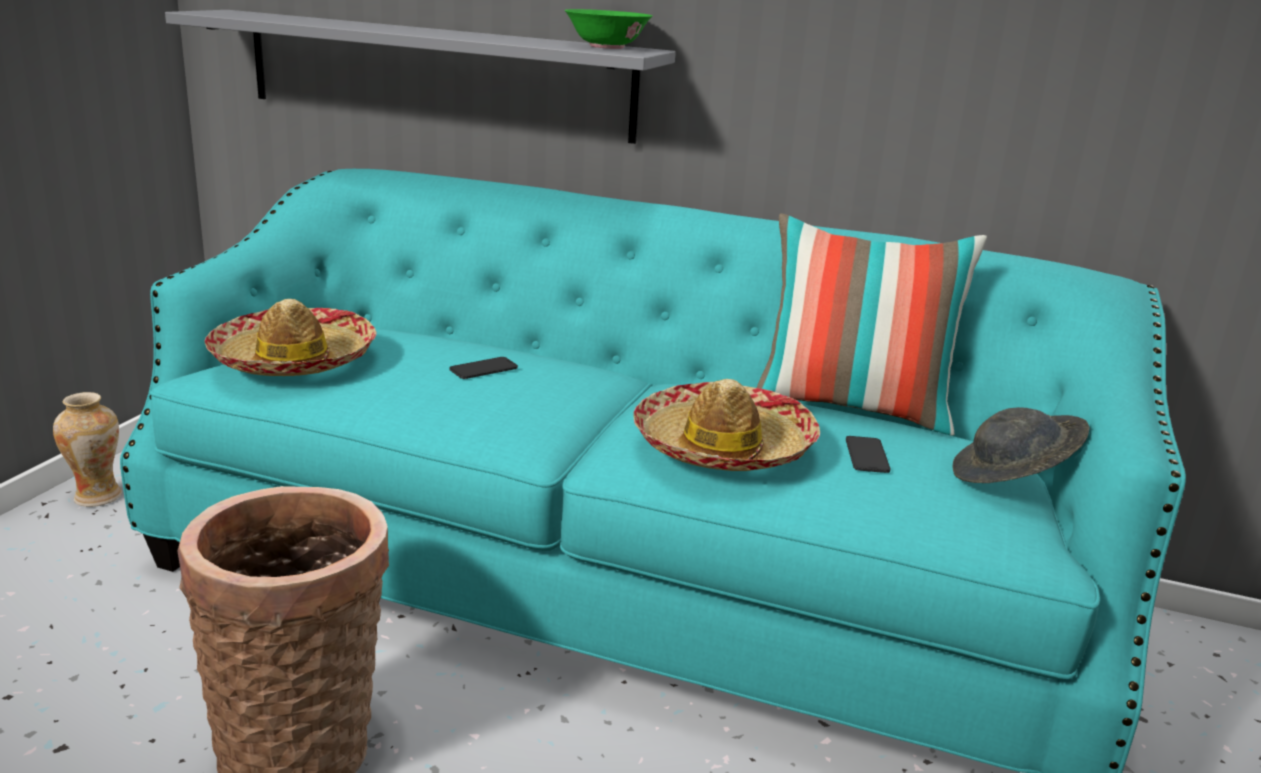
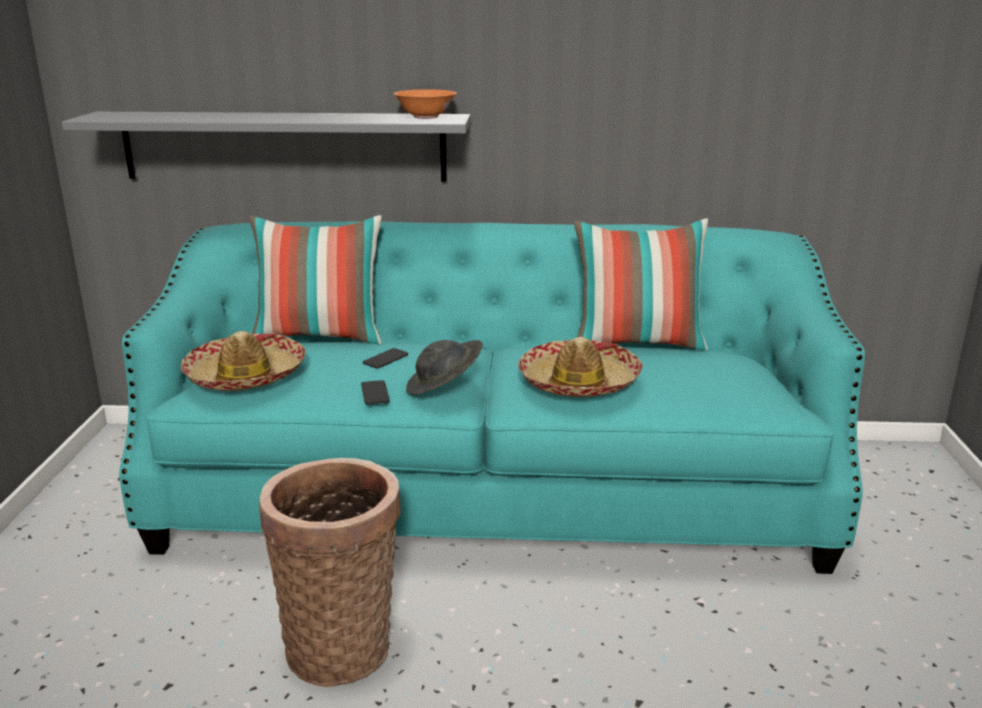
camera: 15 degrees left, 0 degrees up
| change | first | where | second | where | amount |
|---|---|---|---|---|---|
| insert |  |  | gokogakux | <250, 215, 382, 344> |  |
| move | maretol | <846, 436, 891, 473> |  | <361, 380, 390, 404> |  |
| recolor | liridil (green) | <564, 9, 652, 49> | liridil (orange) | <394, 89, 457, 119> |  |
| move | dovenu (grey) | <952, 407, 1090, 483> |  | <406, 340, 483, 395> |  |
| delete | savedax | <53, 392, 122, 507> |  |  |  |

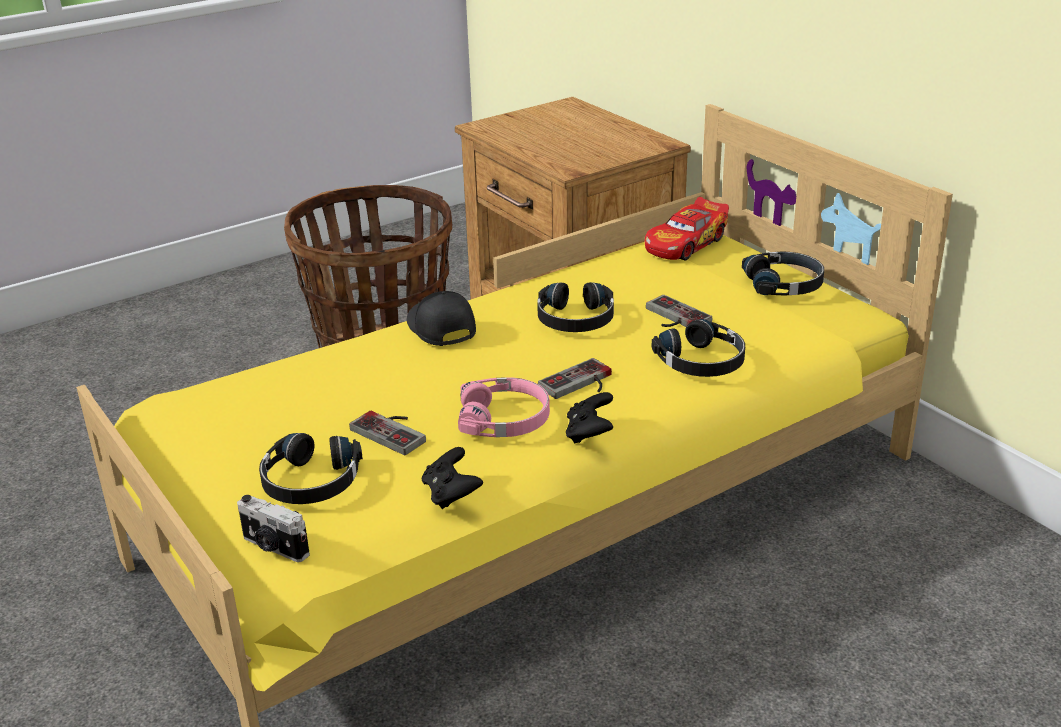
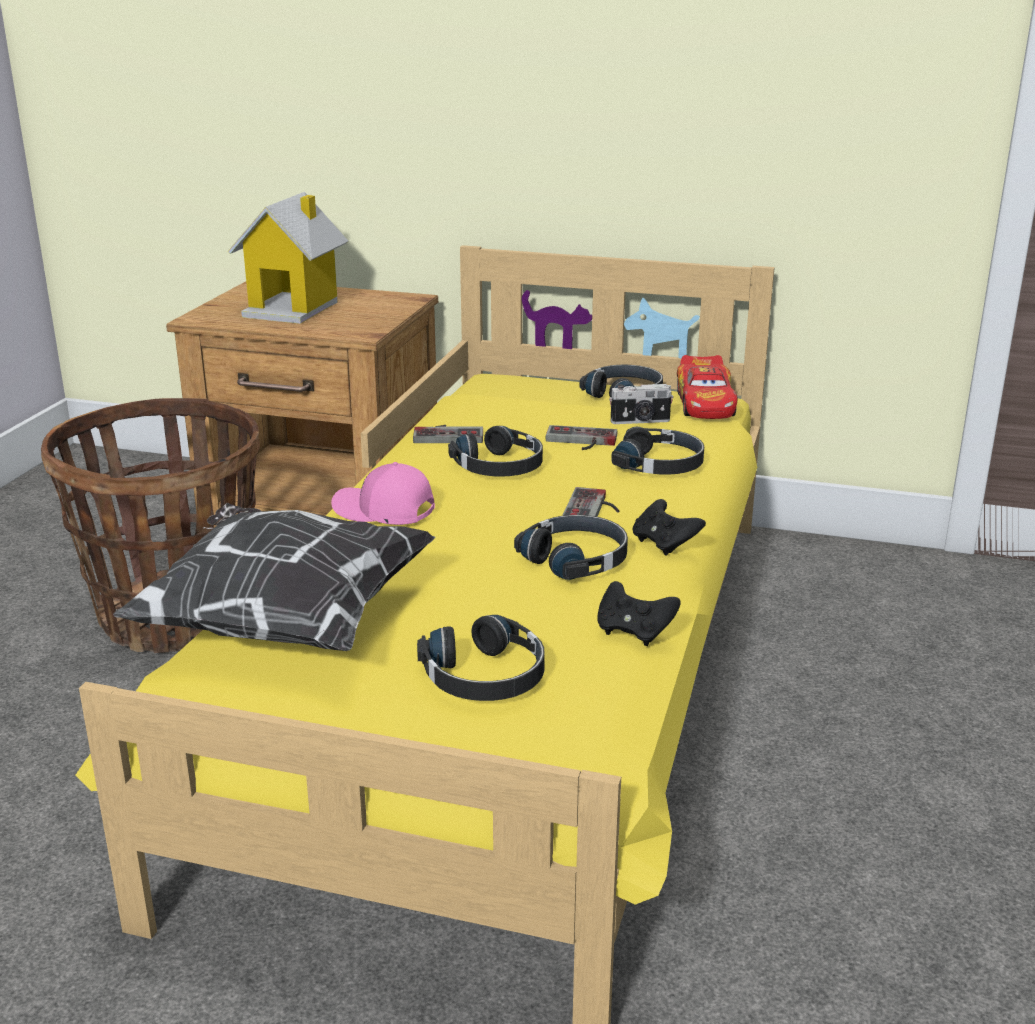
camera: 40 degrees left, 5 degrees down
| change | first | where | second | where | amount |
|---|---|---|---|---|---|
| insert |  |  | gokogakux | <113, 503, 435, 651> |  |
| insert |  |  | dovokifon | <228, 192, 348, 324> |  |
| recolor | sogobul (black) | <407, 291, 476, 346> | sogobul (pink) | <331, 462, 435, 525> |  |
| move | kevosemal | <349, 411, 426, 455> |  | <413, 425, 483, 443> |  |
| recolor | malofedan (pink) | <458, 377, 550, 437> | malofedan (black) | <514, 515, 628, 580> |  |
| move | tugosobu | <237, 495, 310, 562> |  | <609, 384, 673, 424> |  |
| move | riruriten | <645, 197, 729, 260> |  | <677, 355, 737, 419> |  |

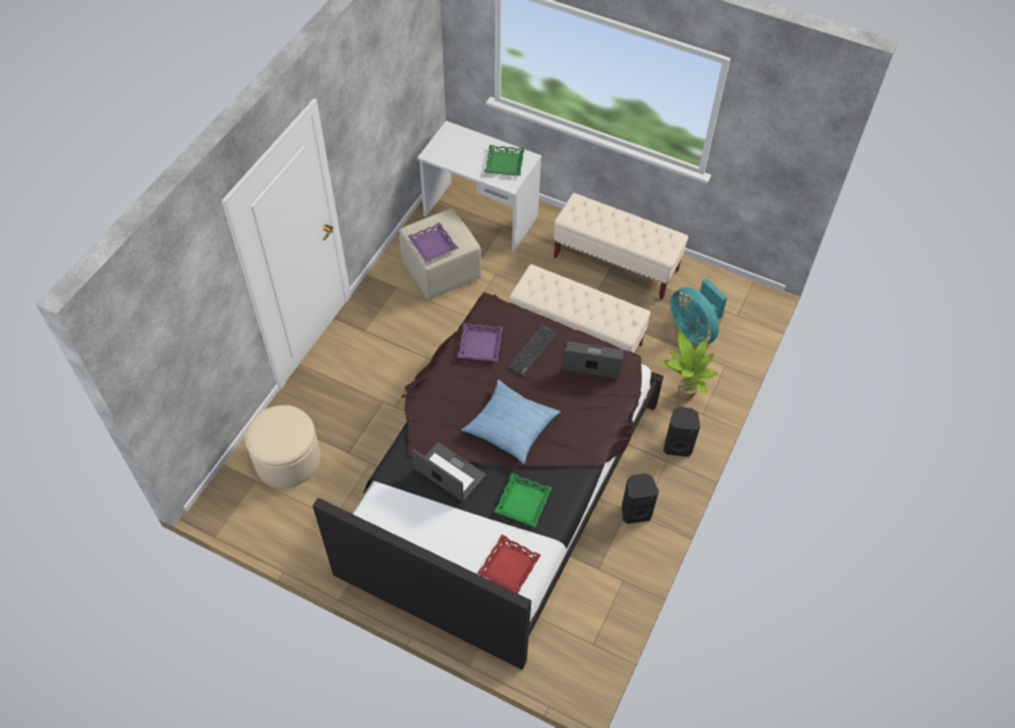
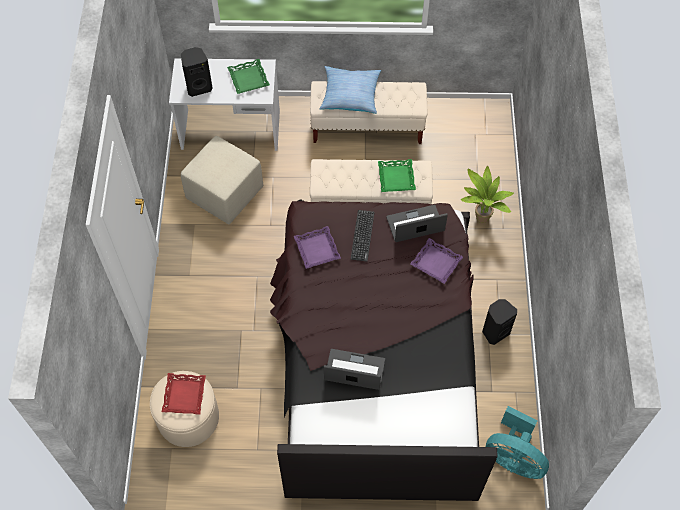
camera: 25 degrees left, 5 degrees up
| change | first | where | second | where | amount |
|---|---|---|---|---|---|
| move | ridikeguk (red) | <477, 534, 541, 594> |  | <162, 373, 206, 415> |  |
| move | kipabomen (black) | <663, 407, 700, 457> |  | <181, 47, 213, 97> |  |
| move | gokogakux | <462, 380, 561, 464> |  | <320, 66, 381, 114> |  |
| move | ridikeguk (green) | <494, 473, 552, 527> |  | <378, 159, 416, 192> |  |
| move | ridikeguk (purple) | <408, 222, 458, 262> |  | <410, 238, 463, 284> |  |
| move | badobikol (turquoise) | <670, 278, 727, 345> |  | <486, 406, 549, 479> |  |

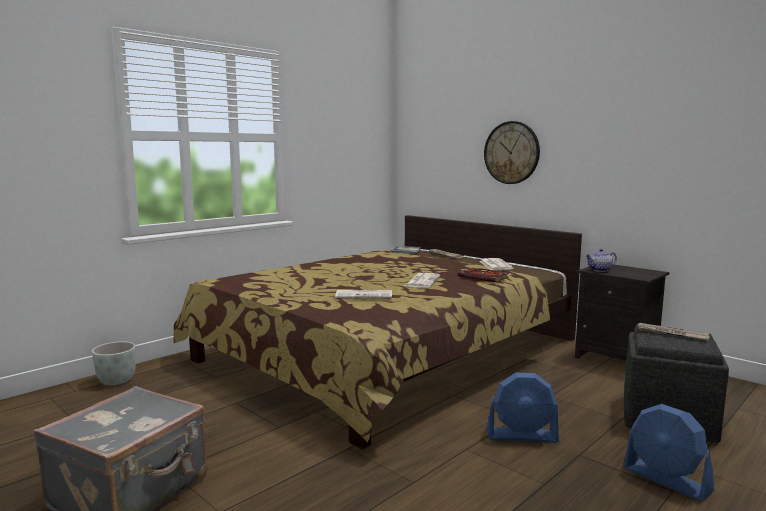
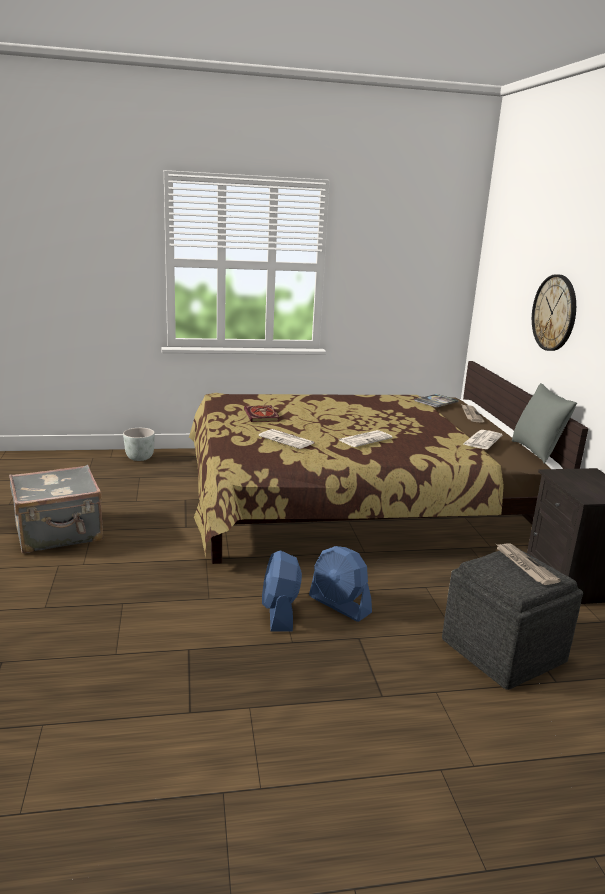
camera: 35 degrees right, 10 degrees up
| change | first | where | second | where | amount |
|---|---|---|---|---|---|
| move | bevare | <457, 268, 509, 282> |  | <244, 405, 279, 422> |  |
| move | badobikol (blue) | <623, 404, 714, 501> |  | <262, 550, 302, 631> |  |
| insert |  |  | gokogakux (grey) | <512, 383, 577, 464> |  |
| delete | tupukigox | <585, 249, 617, 272> |  |  |  |

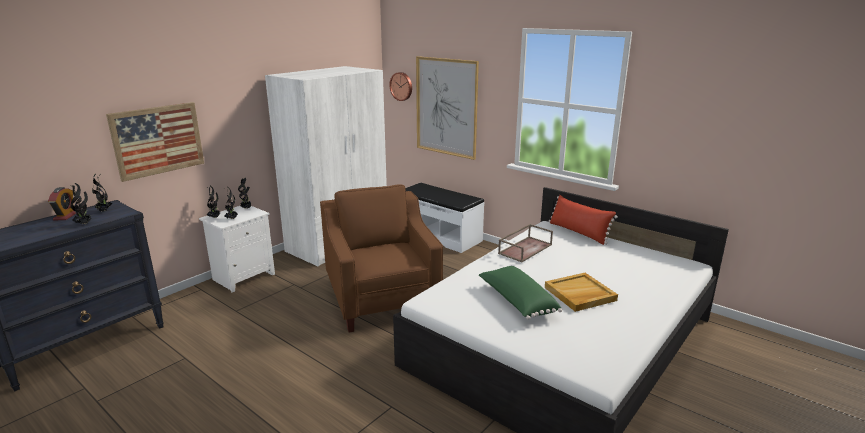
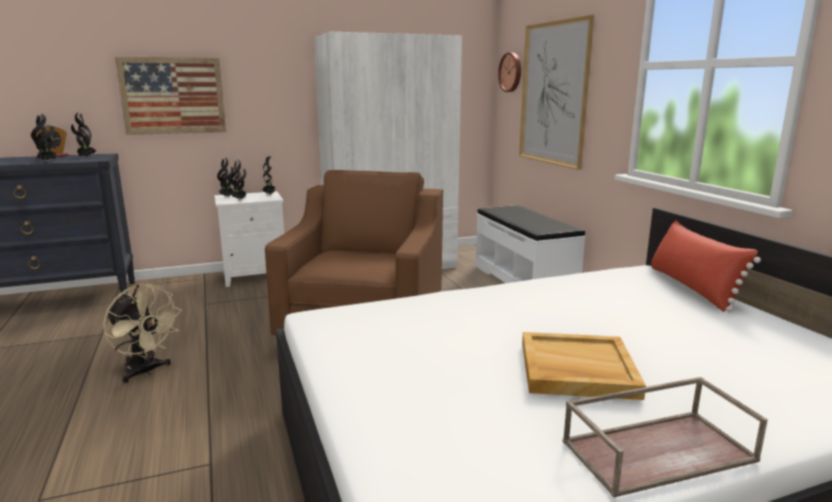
camera: 30 degrees right, 5 degrees down
| change | first | where | second | where | amount |
|---|---|---|---|---|---|
| insert |  |  | badobikol (beige) | <103, 284, 182, 383> |  |
| move | ridikeguk (brown) | <498, 224, 553, 262> |  | <563, 377, 768, 497> |  |
| delete | gokogakux (green) | <479, 266, 562, 320> |  |  |  |

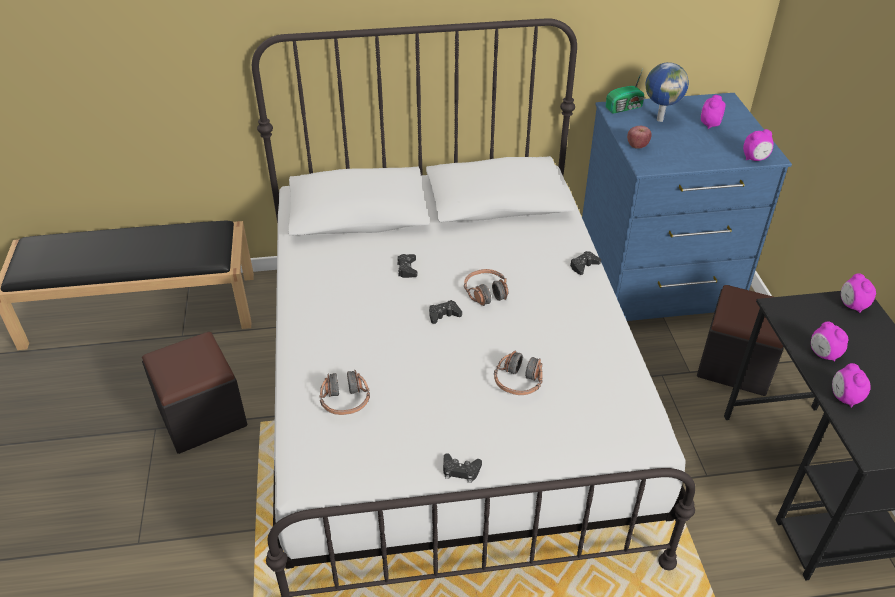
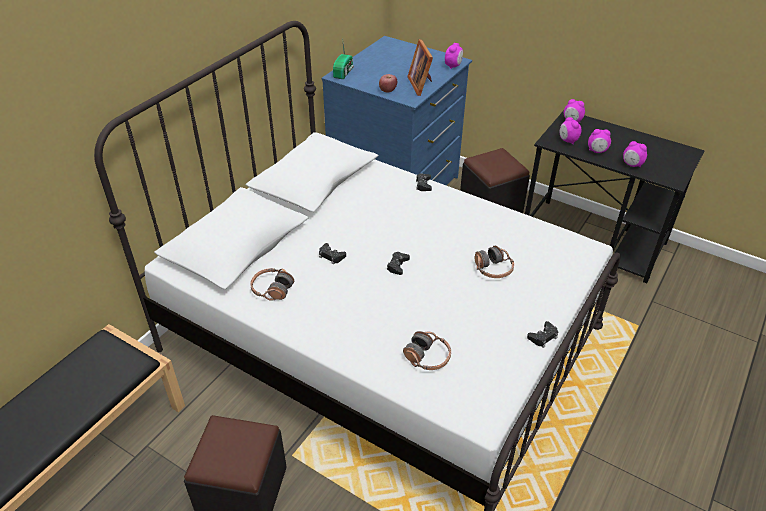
camera: 50 degrees left, 0 degrees up
| change | first | where | second | where | amount |
|---|---|---|---|---|---|
| move | malofedan | <464, 269, 508, 306> |  | <250, 268, 294, 301> |  |
| insert |  |  | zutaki | <407, 39, 433, 96> |  |
| move | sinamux | <701, 95, 725, 129> |  | <560, 117, 582, 144> |  |
| delete | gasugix | <645, 62, 689, 122> |  |  |  |

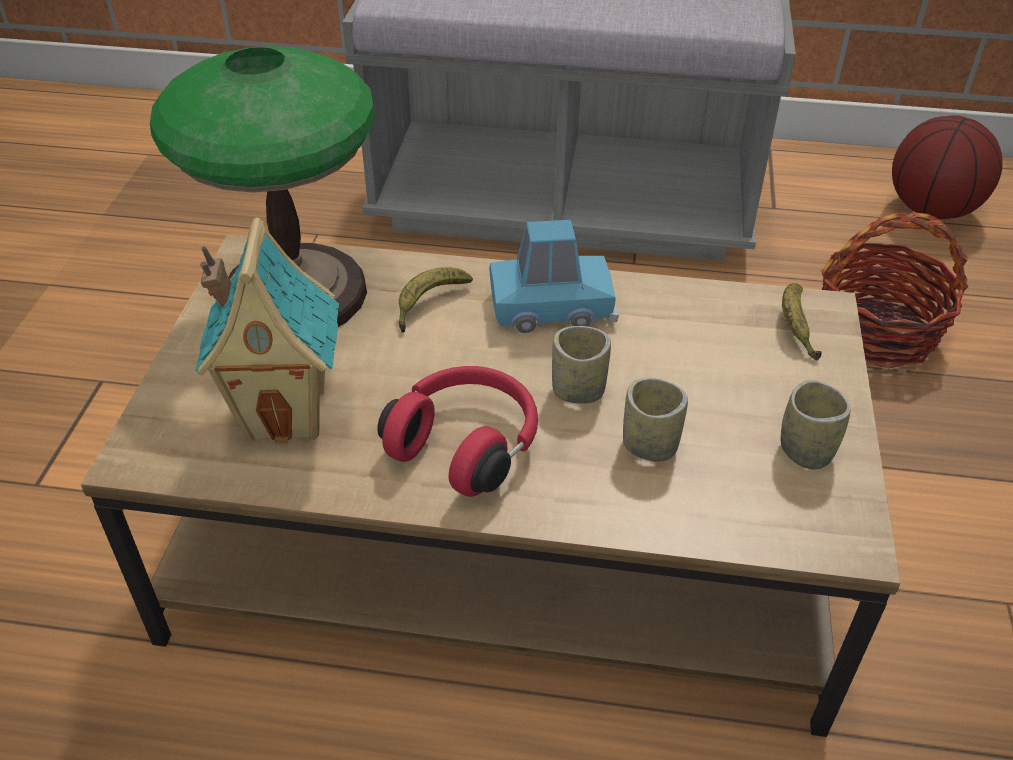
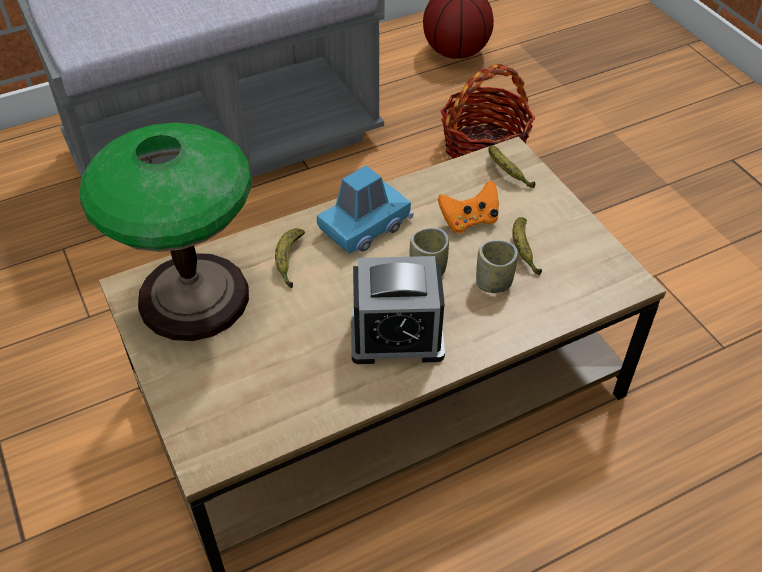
camera: 35 degrees left, 5 degrees up
| change | first | where | second | where | amount |
|---|---|---|---|---|---|
| replace | malofedan (red) | <377, 366, 538, 497> | sinamux | <351, 256, 445, 364> |  |
| insert |  |  | kevosemal (orange) | <438, 181, 499, 233> |  |
| insert |  |  | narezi | <512, 217, 542, 275> |  |
| delete | dovokifon | <195, 217, 339, 443> |  |  |  |
| delete | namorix | <781, 380, 850, 469> |  |  |  |

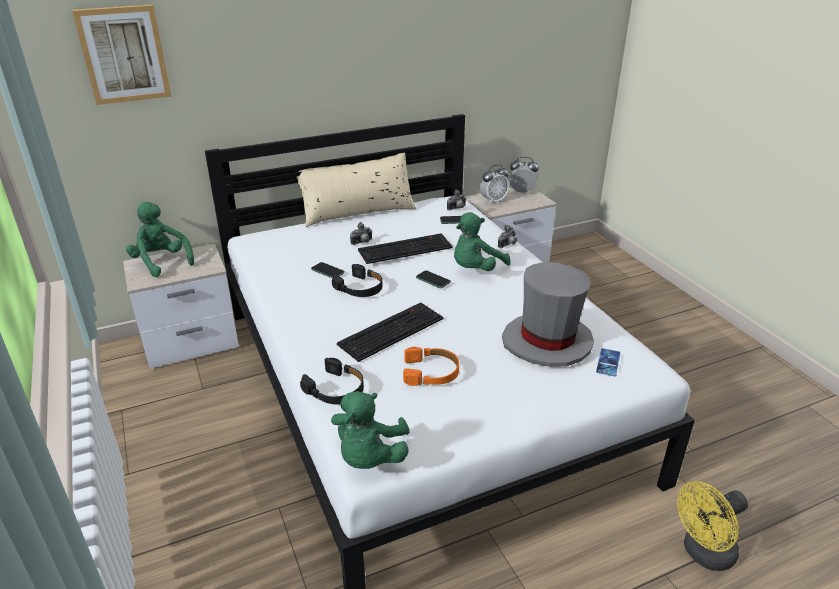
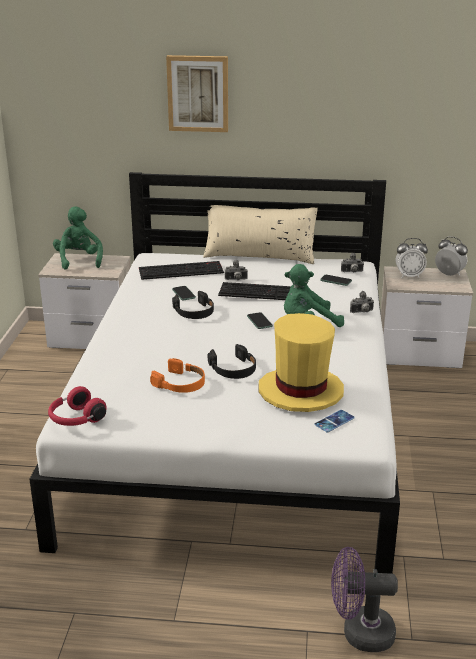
camera: 30 degrees right, 5 degrees down
| change | first | where | second | where | amount |
|---|---|---|---|---|---|
| replace | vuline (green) | <331, 391, 409, 469> | malofedan (red) | <48, 386, 107, 426> |  |
| move | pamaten | <337, 303, 444, 362> |  | <139, 261, 224, 280> |  |
| move | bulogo | <72, 4, 171, 105> |  | <166, 55, 228, 132> |  |
| move | malofedan (black) | <300, 358, 364, 405> |  | <208, 344, 256, 379> |  |
| recolor | dovenu (grey) | <502, 262, 594, 367> | dovenu (yellow) | <259, 313, 344, 412> |  |
| recolor | badobikol (yellow) | <677, 481, 748, 571> | badobikol (purple) | <331, 547, 398, 652> |  |

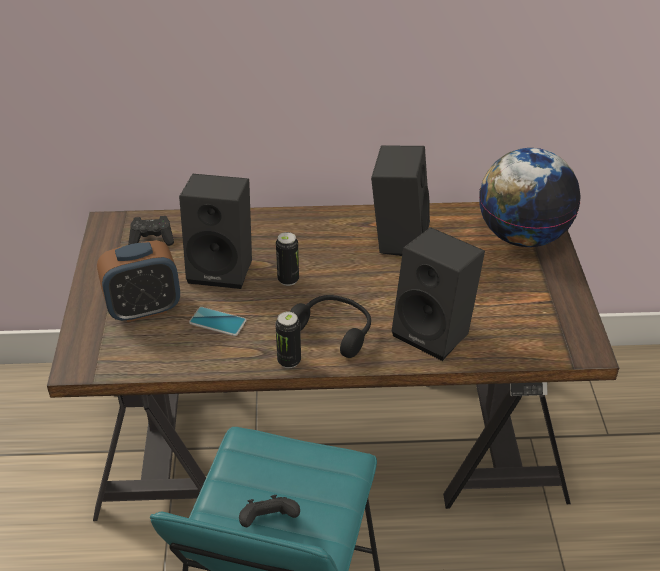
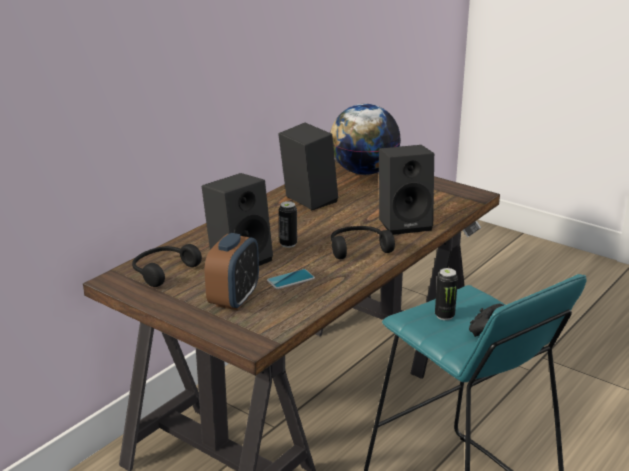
camera: 50 degrees left, 15 degrees down
| change | first | where | second | where | amount |
|---|---|---|---|---|---|
| replace | kevosemal (black) | <128, 216, 174, 246> | malofedan (black) | <132, 244, 202, 287> |  |
| move | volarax | <275, 311, 301, 368> |  | <435, 268, 458, 320> |  |

